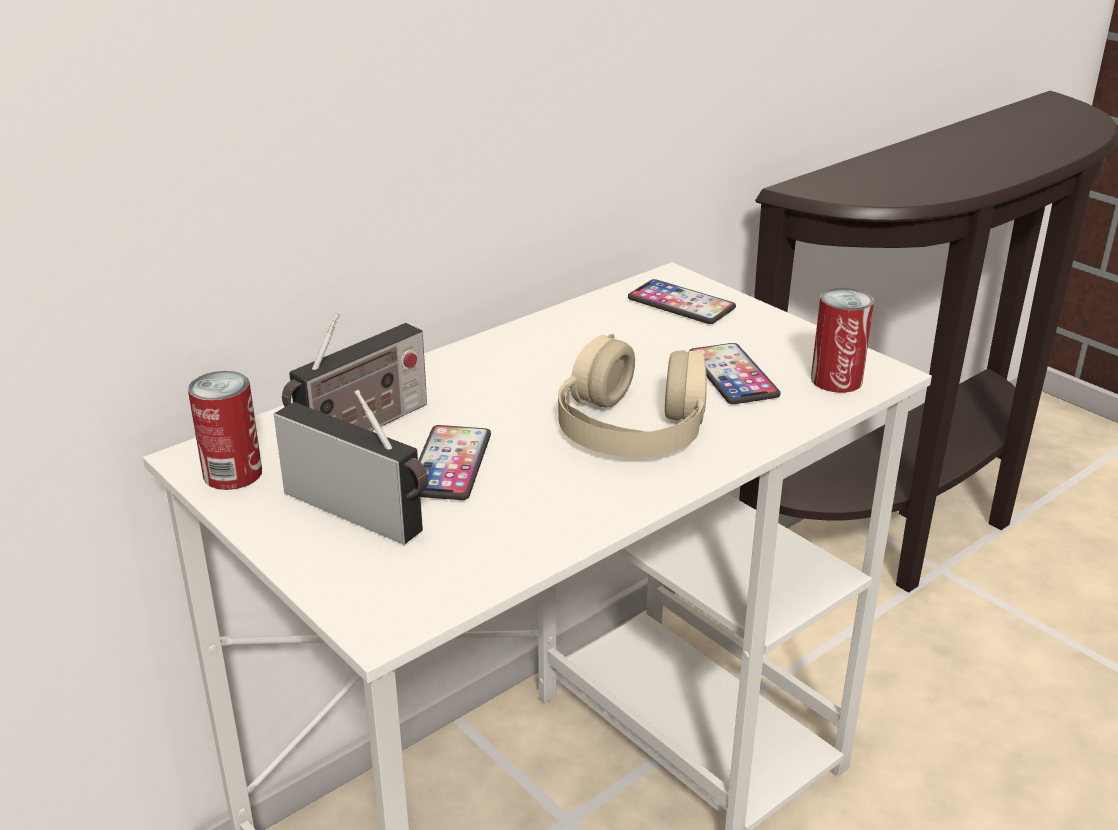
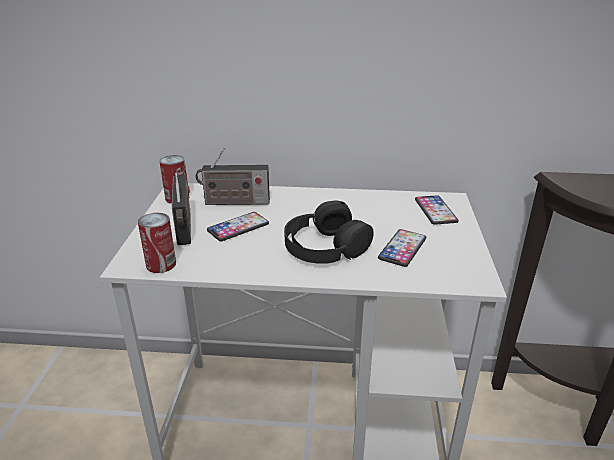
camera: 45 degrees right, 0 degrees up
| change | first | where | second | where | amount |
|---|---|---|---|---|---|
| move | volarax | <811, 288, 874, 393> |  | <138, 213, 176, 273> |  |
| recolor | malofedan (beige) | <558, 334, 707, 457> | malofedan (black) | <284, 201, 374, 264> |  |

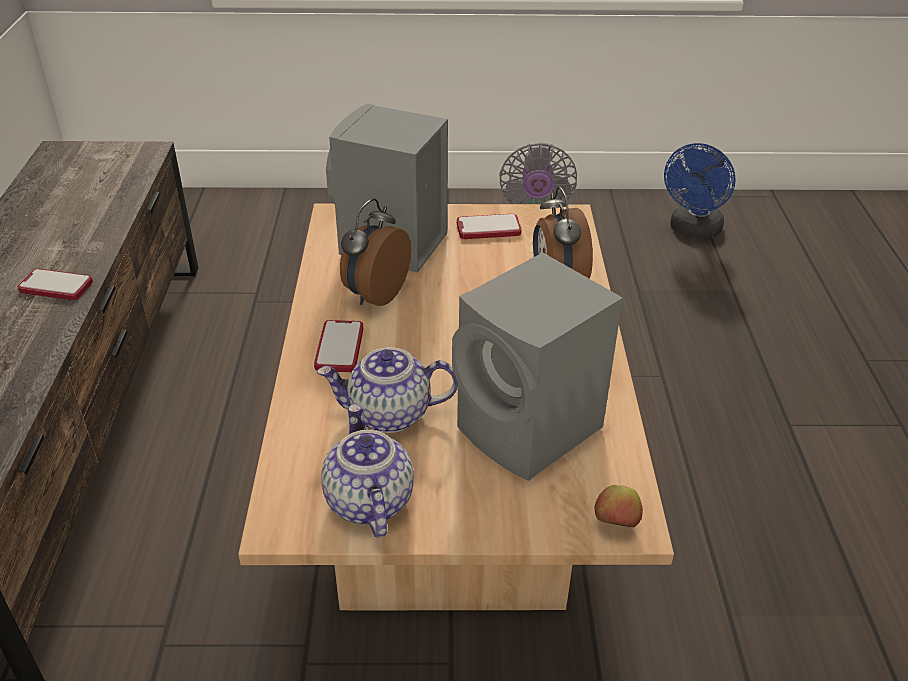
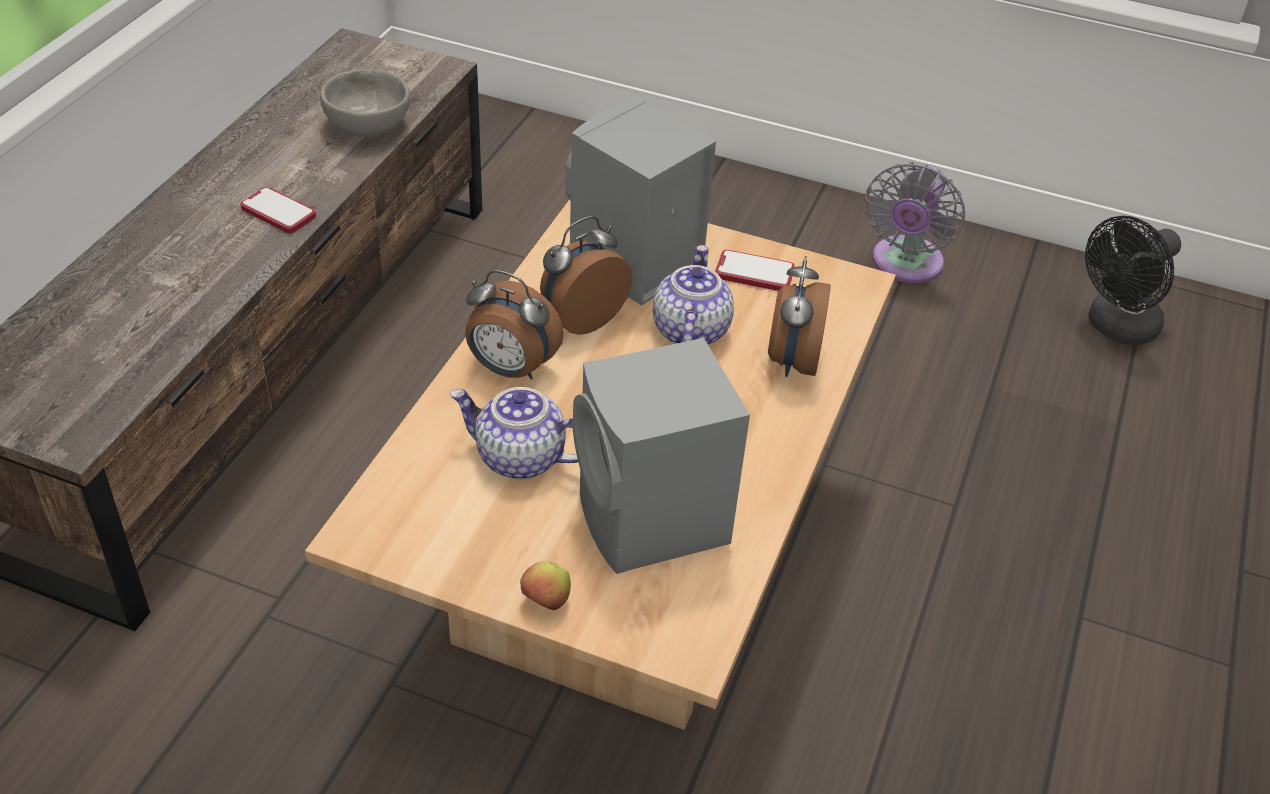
camera: 20 degrees right, 5 degrees up
| change | first | where | second | where | amount |
|---|---|---|---|---|---|
| insert |  |  | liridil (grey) | <320, 69, 410, 137> |  |
| replace | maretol | <314, 320, 363, 372> | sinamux | <465, 270, 564, 380> |  |
| move | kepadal | <595, 485, 643, 527> |  | <520, 561, 571, 610> |  |
| move | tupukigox | <321, 404, 414, 538> |  | <653, 245, 734, 345> |  |
| recolor | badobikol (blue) | <664, 143, 736, 239> | badobikol (black) | <1085, 216, 1181, 345> |  |

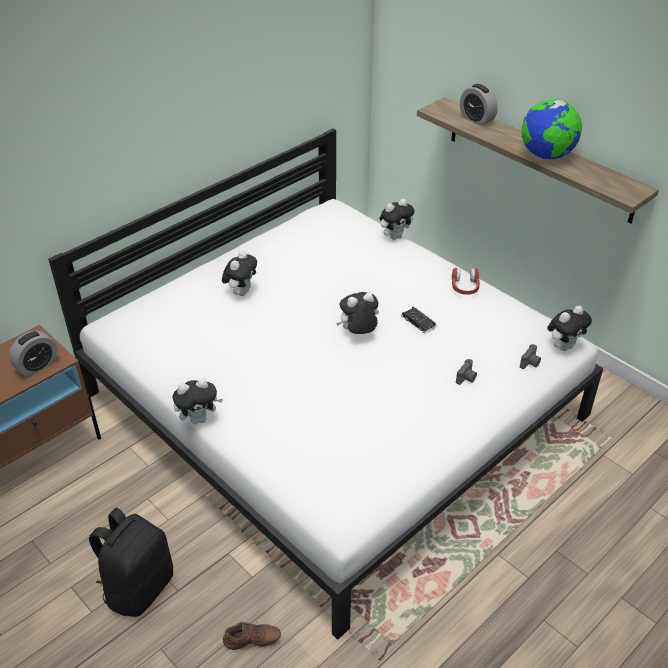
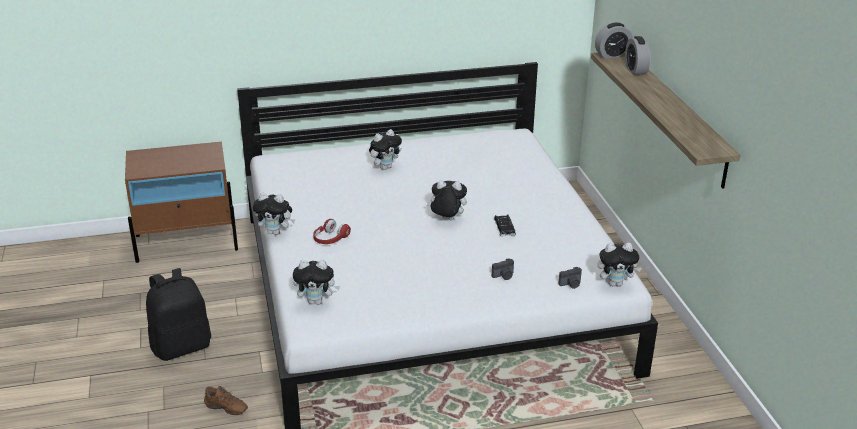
camera: 30 degrees right, 10 degrees down
| change | first | where | second | where | amount |
|---|---|---|---|---|---|
| move | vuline | <379, 199, 415, 240> |  | <293, 260, 340, 305> |  |
| move | malofedan (red) | <451, 268, 480, 295> |  | <313, 219, 351, 244> |  |
| move | sinamux | <9, 331, 58, 377> |  | <595, 23, 633, 59> |  |
| delete | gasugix | <522, 99, 582, 159> |  |  |  |

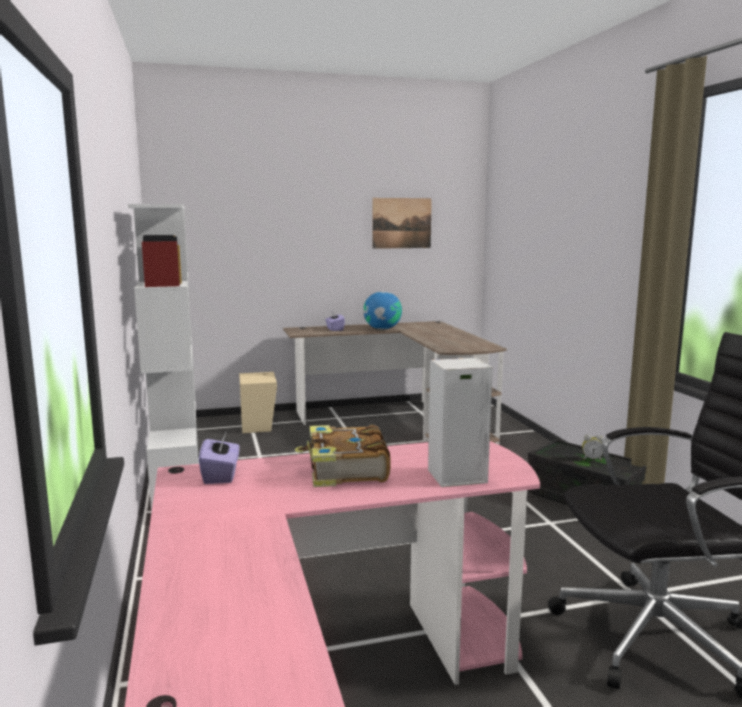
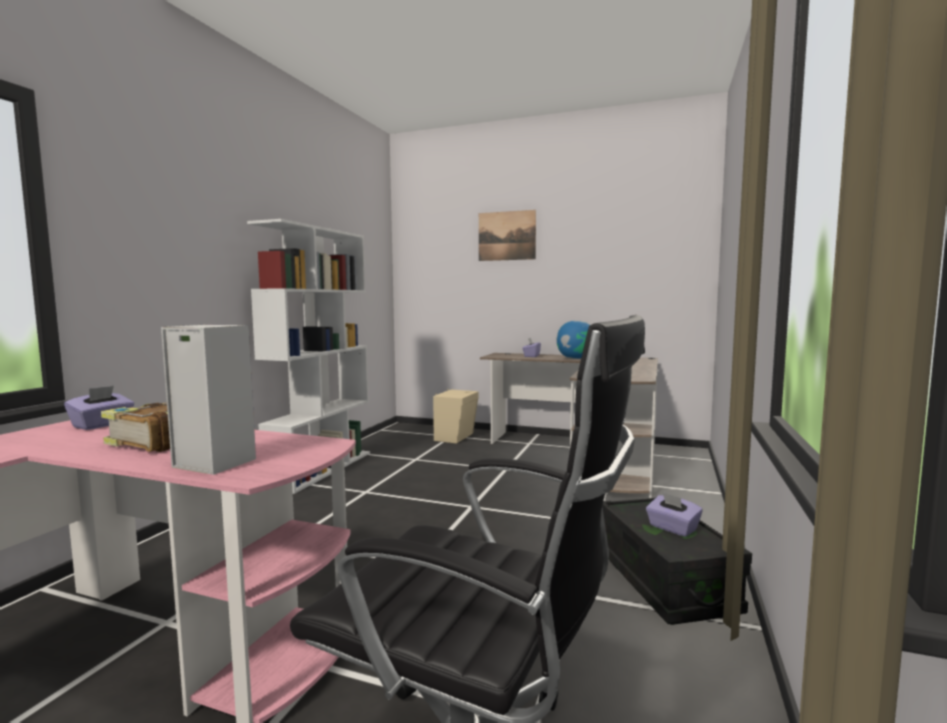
camera: 35 degrees right, 5 degrees down
| change | first | where | second | where | amount |
|---|---|---|---|---|---|
| move | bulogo | <372, 198, 432, 249> |  | <479, 210, 536, 261> |  |
| replace | sinamux | <582, 434, 604, 461> | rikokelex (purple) | <646, 492, 703, 537> |  |

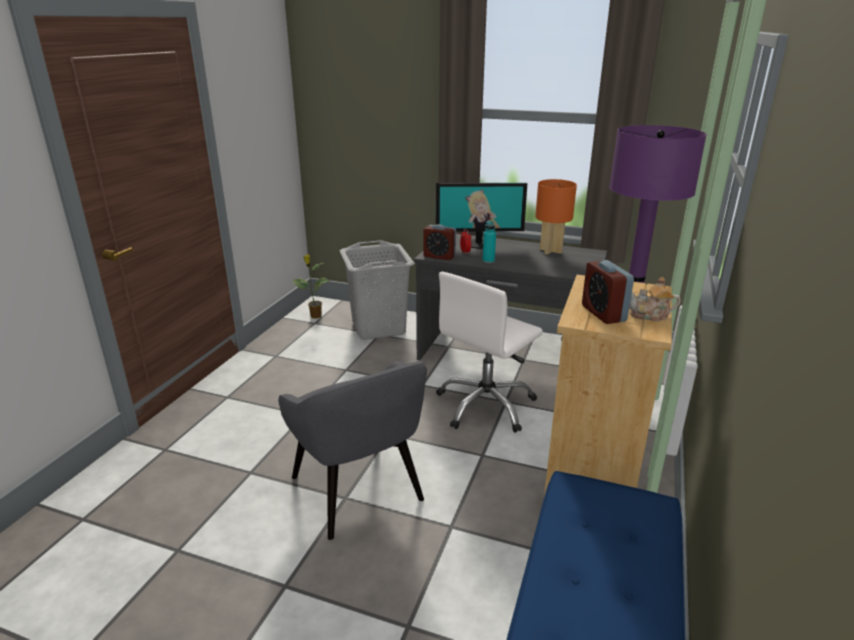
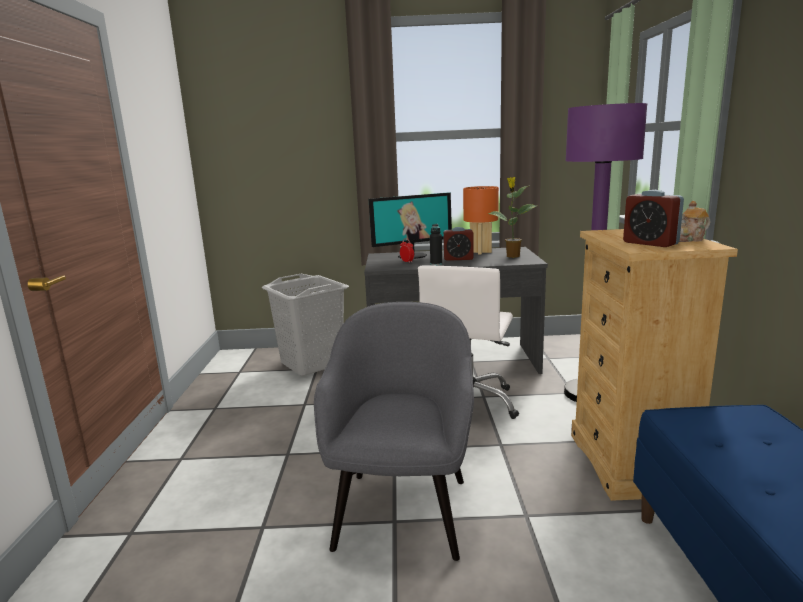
camera: 20 degrees left, 10 degrees down
| change | first | where | second | where | amount |
|---|---|---|---|---|---|
| rotate | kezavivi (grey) | <278, 360, 427, 540> |  | <314, 302, 474, 561> | 120 degrees counterclockwise |
| recolor | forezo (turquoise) | <483, 221, 496, 263> | forezo (black) | <430, 224, 442, 266> |  |
| move | sinamux | <423, 224, 456, 260> |  | <443, 227, 474, 261> |  |
| move | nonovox | <292, 255, 329, 319> |  | <488, 177, 536, 258> |  |

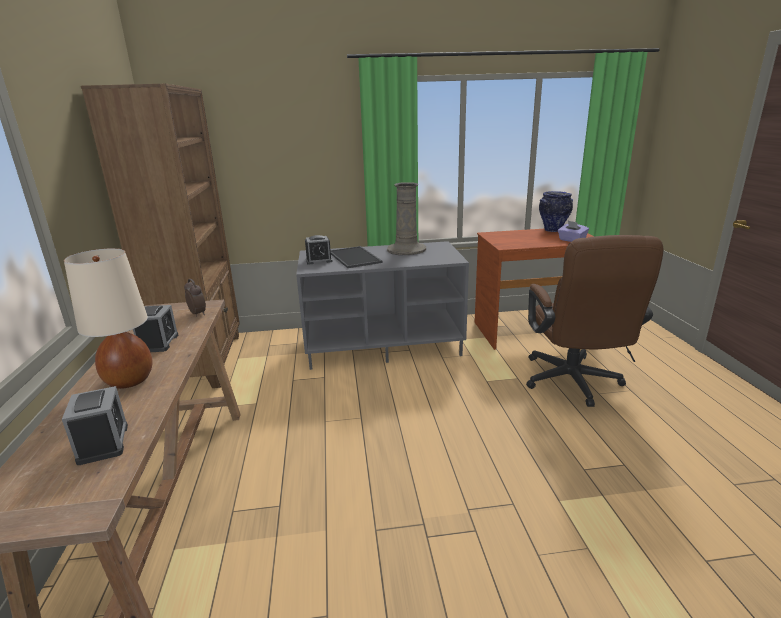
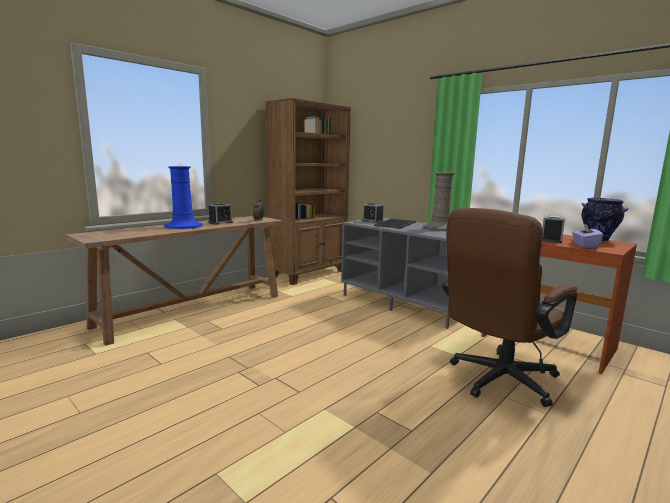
camera: 50 degrees right, 10 degrees down
| change | first | where | second | where | amount |
|---|---|---|---|---|---|
| replace | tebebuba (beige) | <64, 248, 153, 389> | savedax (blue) | <164, 166, 203, 229> |  |
| move | sinamux | <62, 386, 128, 465> |  | <542, 214, 565, 243> |  |

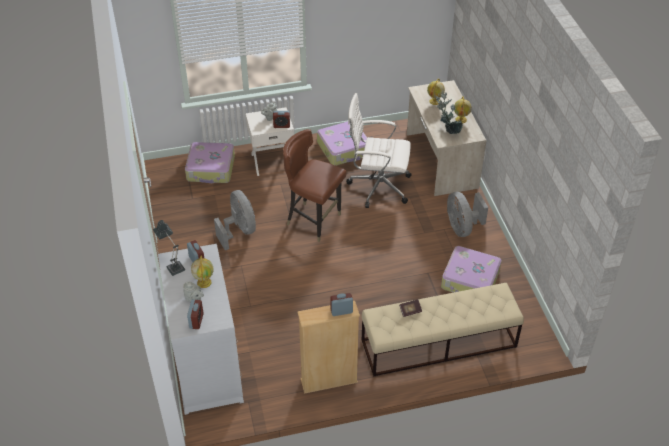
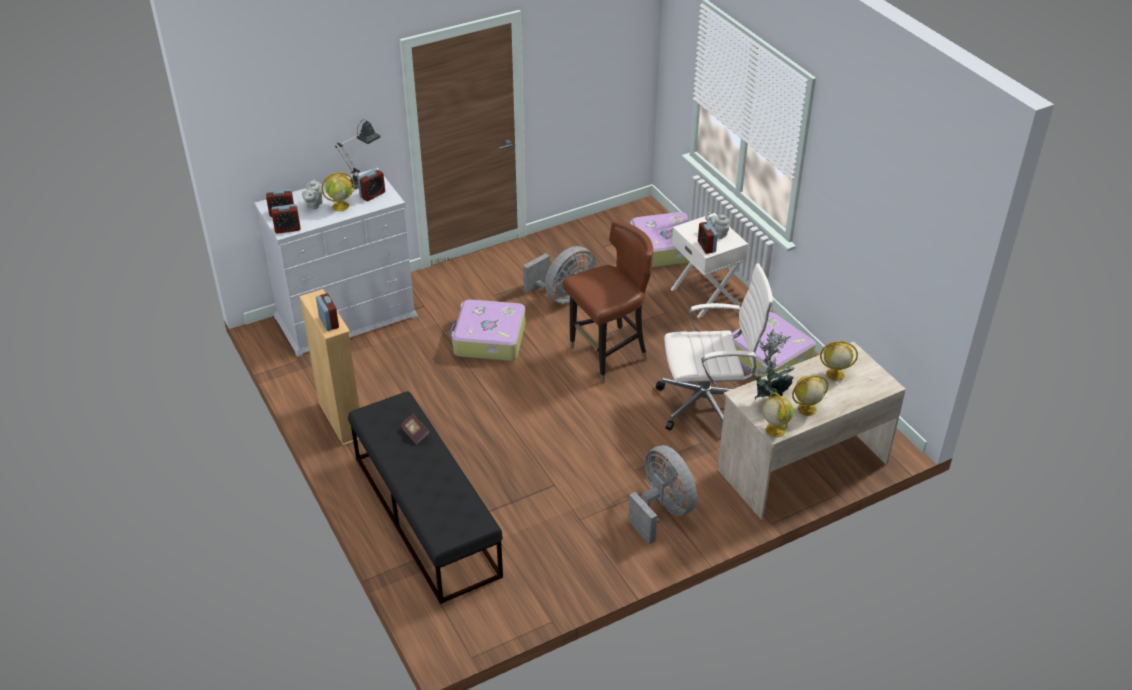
camera: 75 degrees right, 5 degrees down
| change | first | where | second | where | amount |
|---|---|---|---|---|---|
| insert |  |  | sinamux | <271, 204, 301, 234> |  |
| recolor | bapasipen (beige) | <362, 283, 524, 377> | bapasipen (black) | <348, 391, 503, 604> |  |
| move | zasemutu | <441, 246, 502, 293> |  | <449, 299, 526, 361> |  |
| rotate | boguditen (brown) | <283, 129, 347, 242> |  | <563, 220, 653, 383> | 45 degrees clockwise |
| rotate | badobikol (grey) | <447, 192, 488, 237> |  | <628, 445, 697, 545> | 90 degrees clockwise |
| rotate | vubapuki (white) | <346, 93, 412, 208> |  | <656, 263, 773, 430> | 90 degrees clockwise |
| insert |  |  | gasugix | <763, 392, 793, 437> |  |

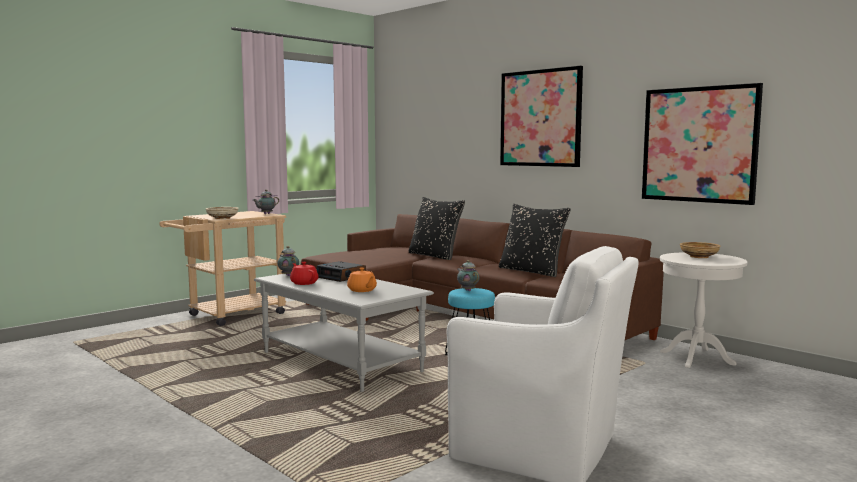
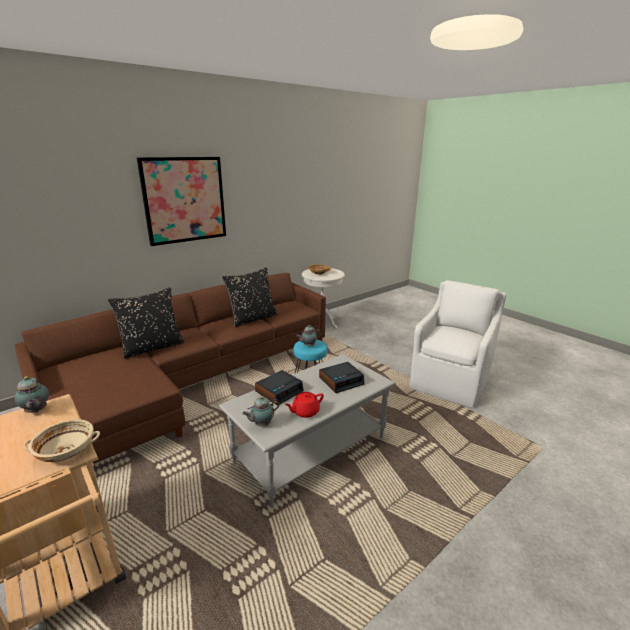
camera: 85 degrees left, 15 degrees up
| change | first | where | second | where | amount |
|---|---|---|---|---|---|
| replace | tupukigox (orange) | <347, 268, 377, 292> | sinamux | <319, 362, 364, 393> |  |
| delete | bulogo | <642, 83, 763, 205> |  |  |  |

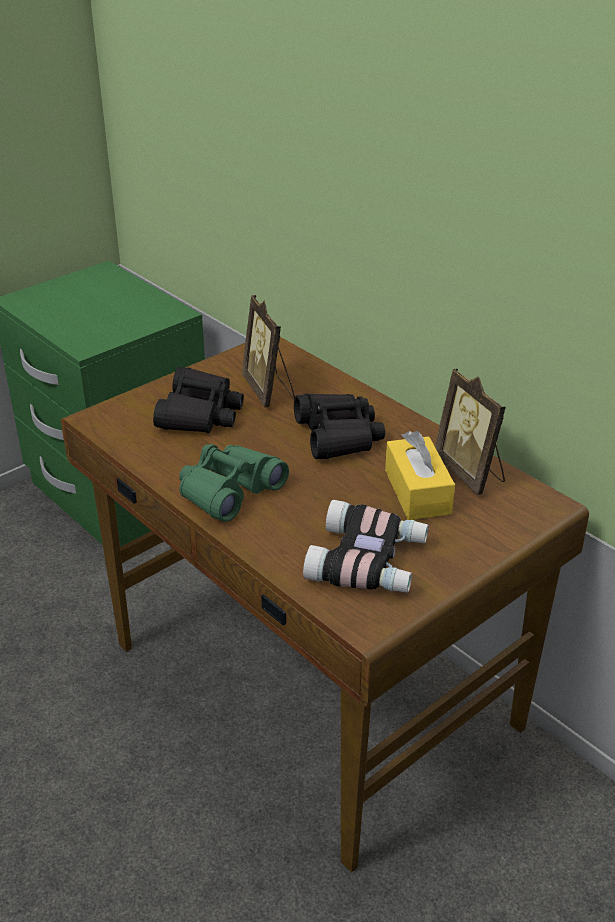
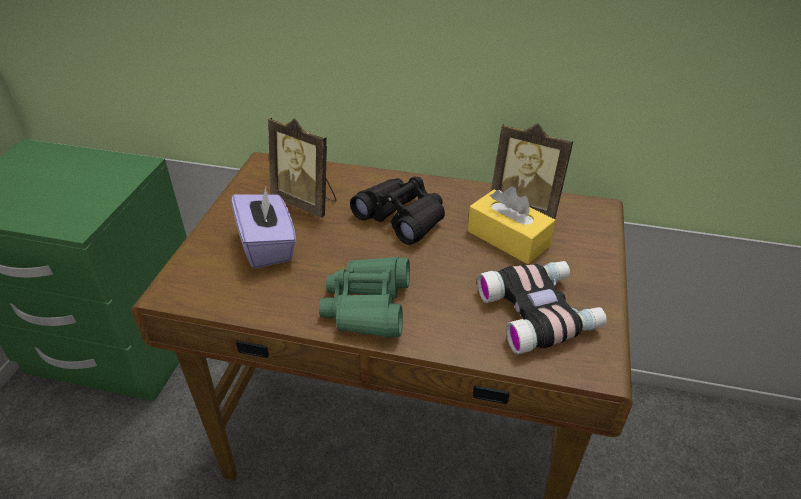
camera: 35 degrees left, 5 degrees up
| change | first | where | second | where | amount |
|---|---|---|---|---|---|
| replace | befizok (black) | <153, 367, 244, 433> | rikokelex (purple) | <231, 187, 296, 269> |  |

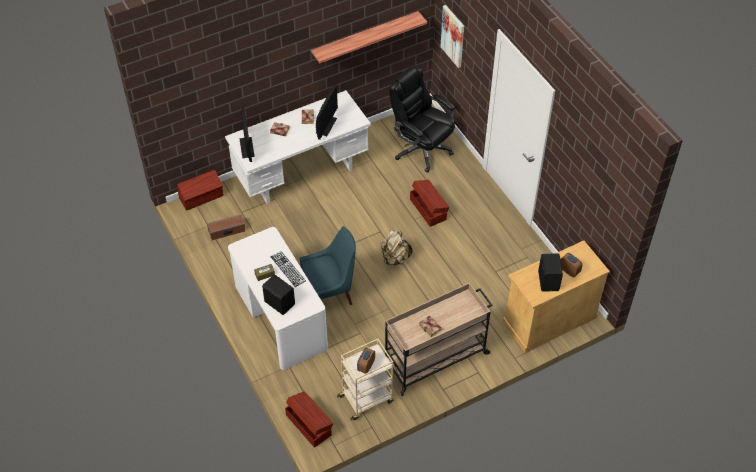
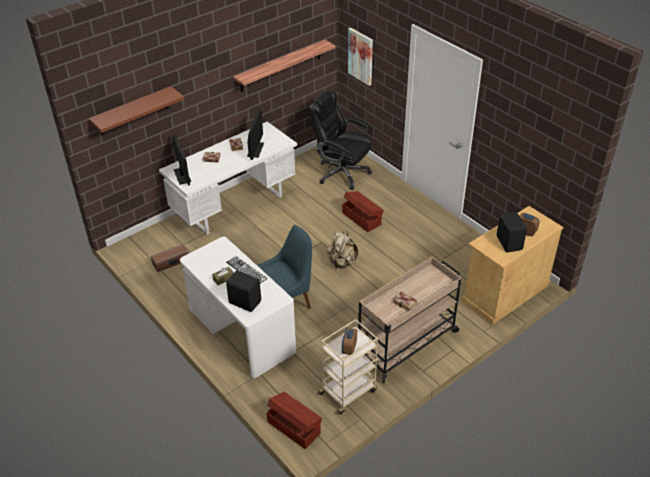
camera: 10 degrees left, 10 degrees down
| change | first | where | second | where | amount |
|---|---|---|---|---|---|
| insert |  |  | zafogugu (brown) | <89, 86, 184, 135> |  |
| delete | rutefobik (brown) | <177, 170, 224, 211> |  |  |  |

